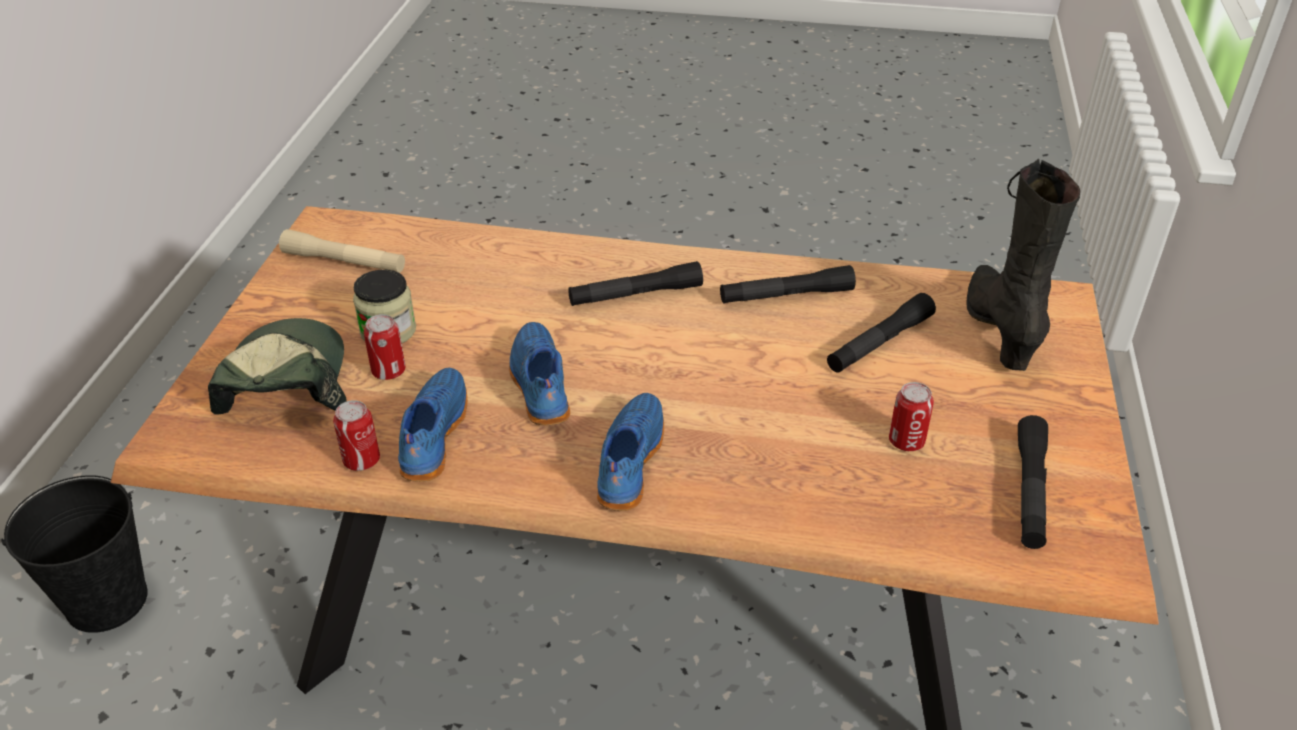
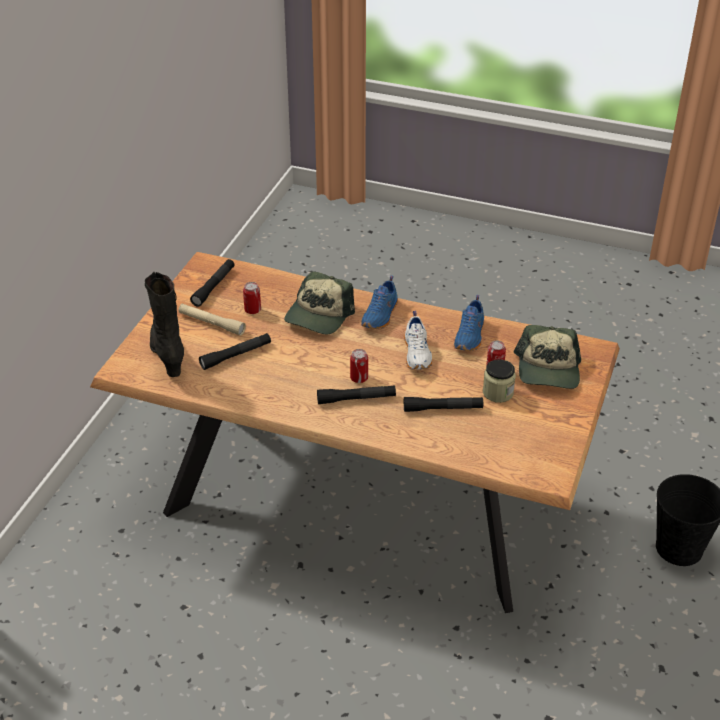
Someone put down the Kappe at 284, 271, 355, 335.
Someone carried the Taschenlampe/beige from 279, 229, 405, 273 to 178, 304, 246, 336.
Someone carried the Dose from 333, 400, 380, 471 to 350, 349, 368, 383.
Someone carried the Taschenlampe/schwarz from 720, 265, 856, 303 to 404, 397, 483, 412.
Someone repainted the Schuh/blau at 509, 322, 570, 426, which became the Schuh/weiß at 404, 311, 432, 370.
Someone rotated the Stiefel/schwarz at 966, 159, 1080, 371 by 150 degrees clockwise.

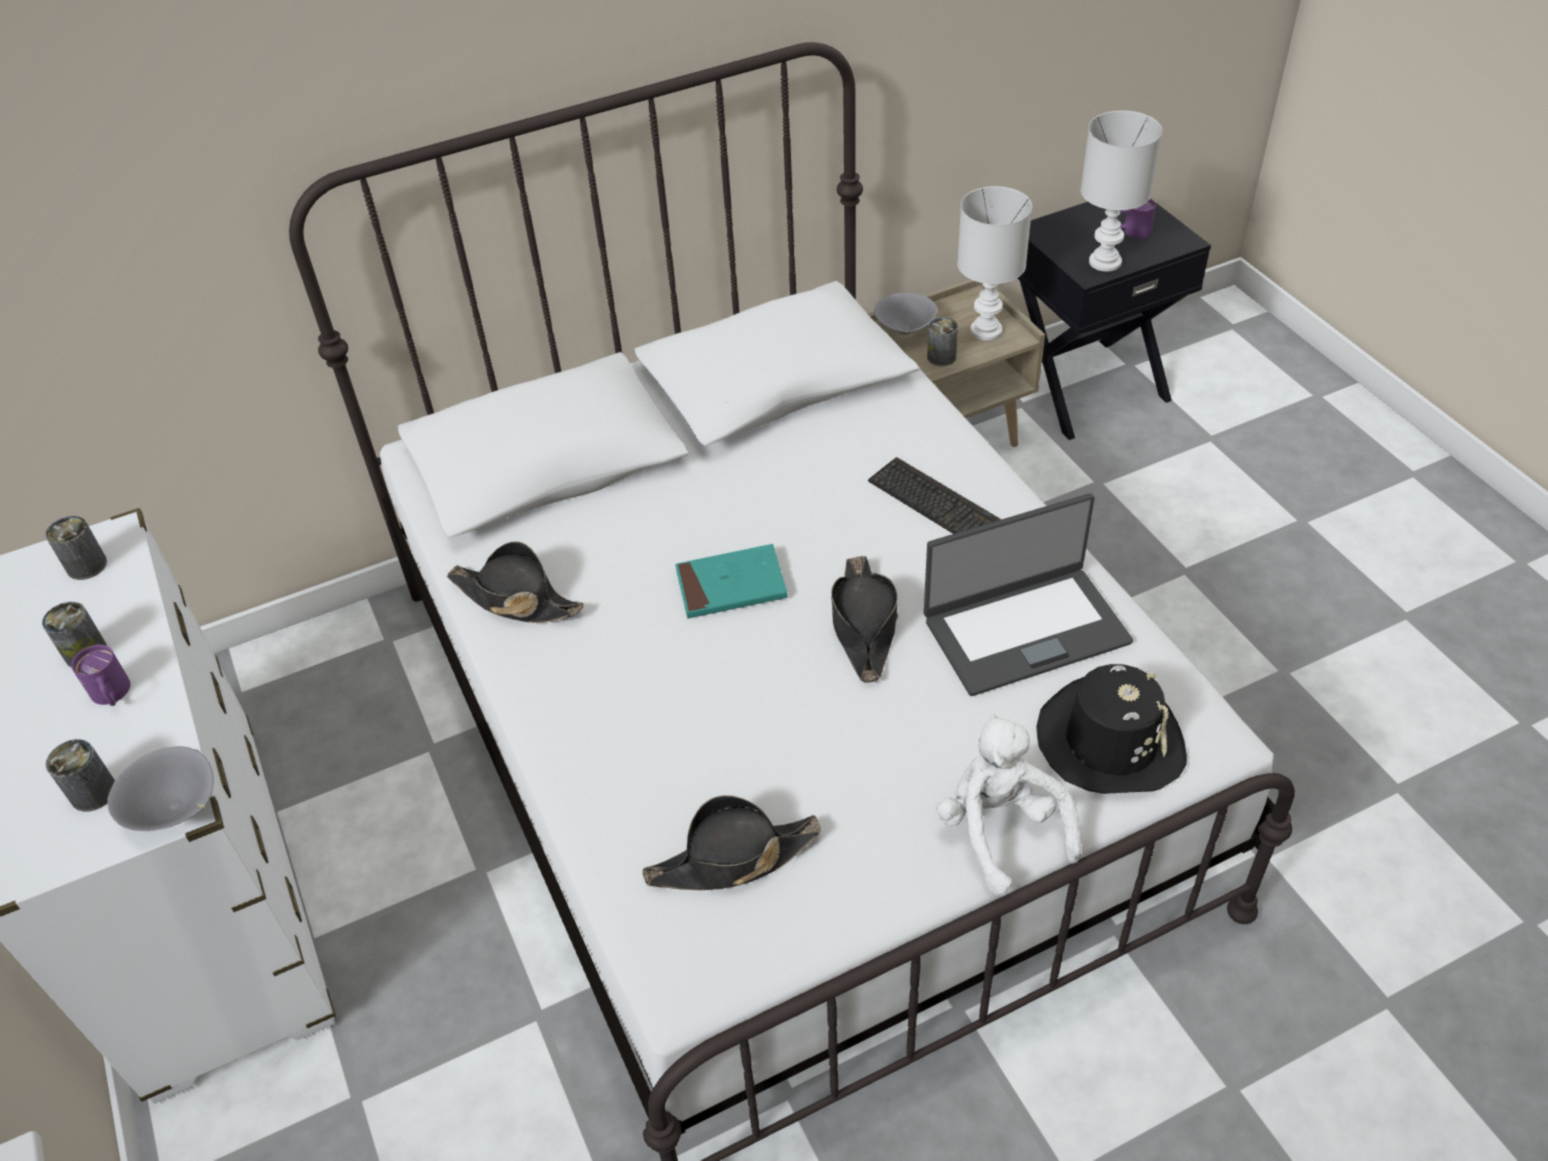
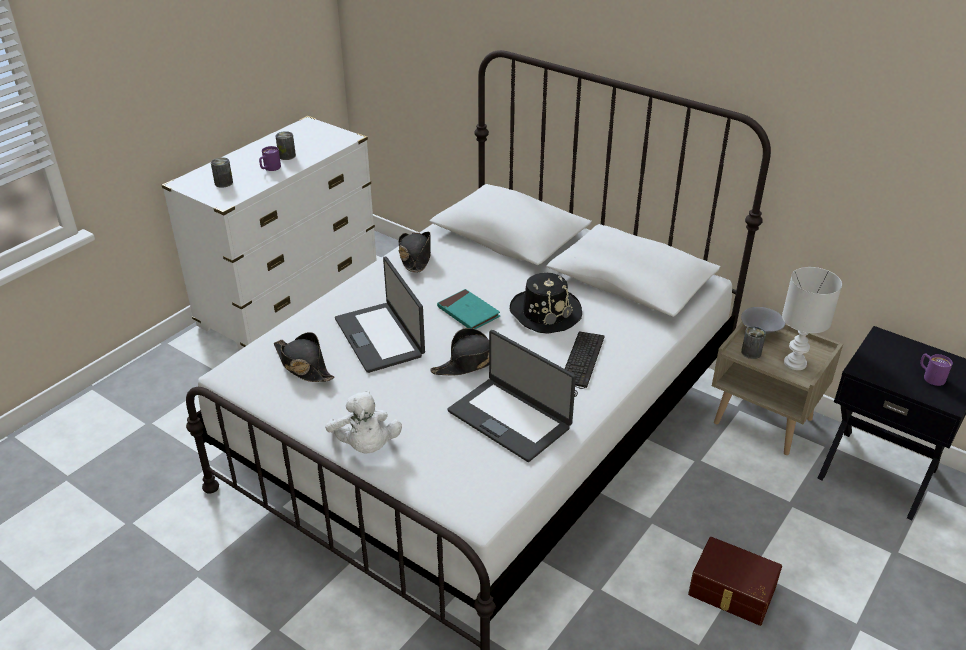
Someone took away the Dose at 45, 516, 107, 580.
Someone took away the Schüssel/grau at 108, 746, 214, 831.
Someone took away the Tischlampe/weiß at 1081, 111, 1162, 272.
Someone put down the Laptop at 335, 257, 425, 373.
Someone put down the Aufbewahrungsbox/braun at 688, 537, 782, 626.
Someone carried the Hut/schwarz from 1036, 664, 1187, 794 to 510, 273, 582, 334.
Someone rotated the Plüschtier/weiß at 936, 713, 1081, 895 by 120 degrees clockwise.

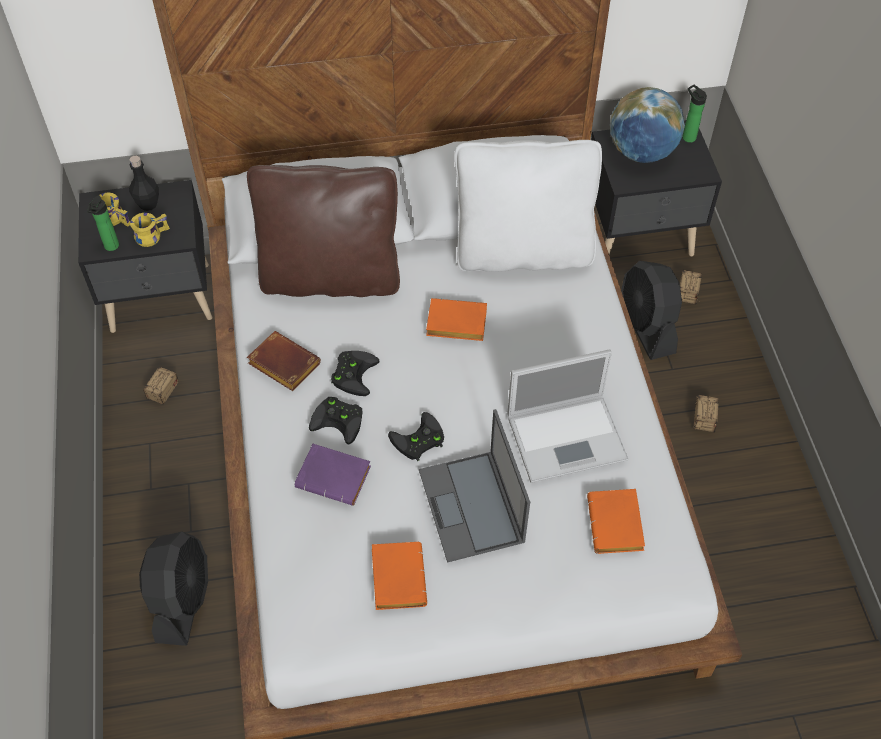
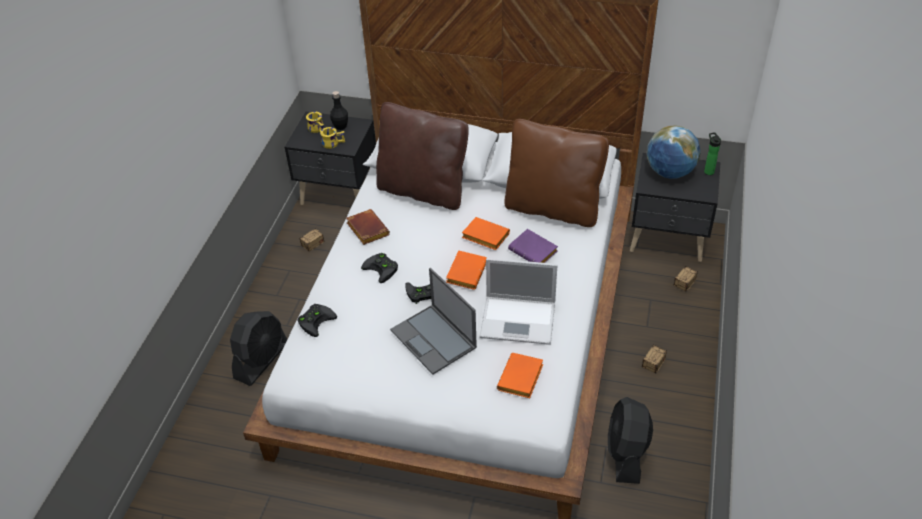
Someone took away the Flasche at 87, 195, 119, 251.
Someone carried the Buch/lila from 295, 444, 371, 506 to 508, 229, 558, 263.
Someone carried the Gamepad/schwarz from 331, 351, 379, 396 to 297, 304, 337, 337.
Someone carried the Buch/orange from 372, 542, 427, 610 to 446, 251, 486, 290.
Someone carried the Ventilator/schwarz from 621, 261, 682, 360 to 608, 397, 653, 484.
Someone repainted the Kissen/weiß at 455, 140, 602, 272, which became the Kissen/braun at 504, 119, 609, 227.
Someone rotated the Laptop at 419, 409, 530, 563 by 45 degrees counterclockwise.

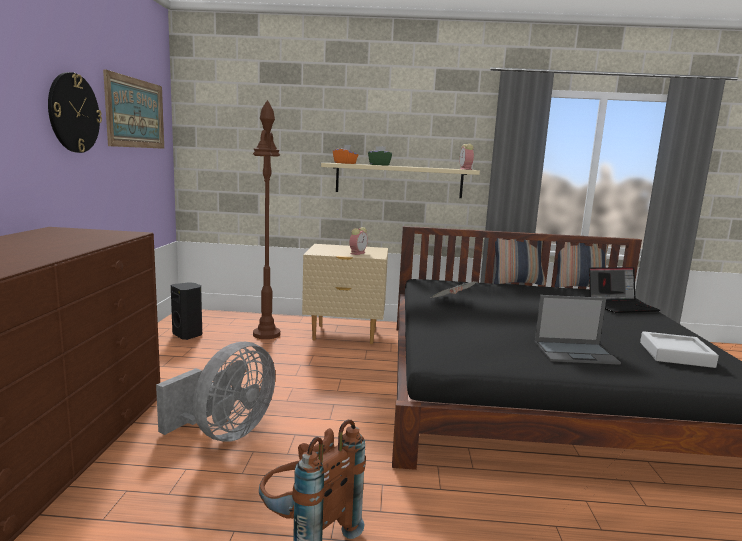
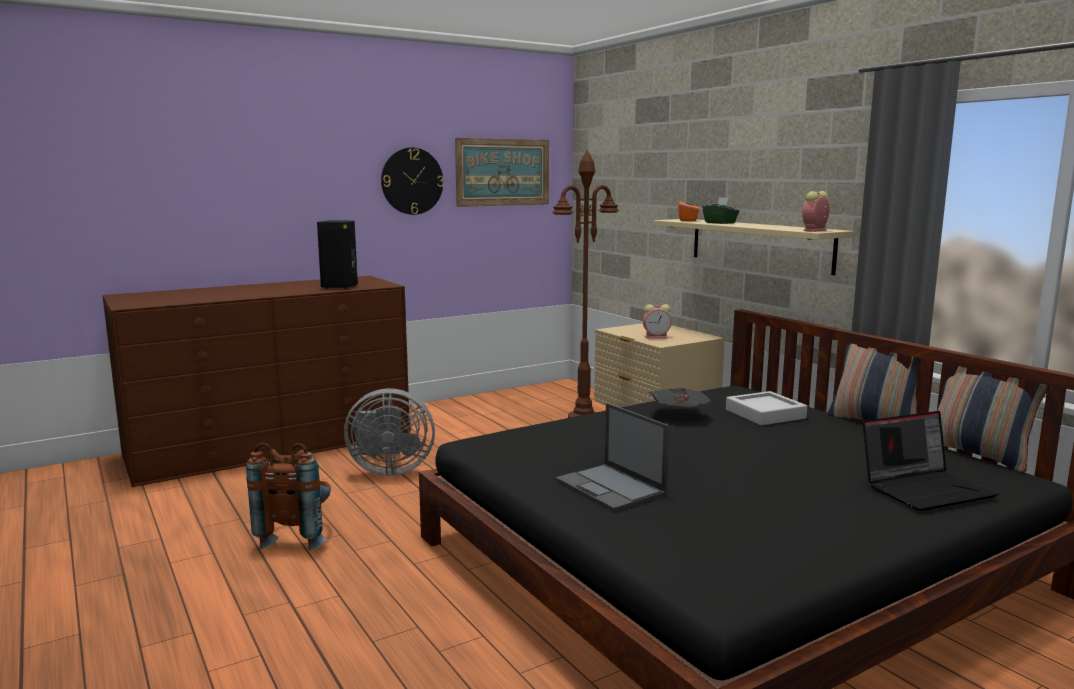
Someone carried the Lautsprecher/schwarz from 171, 282, 202, 340 to 317, 220, 358, 289.
Someone carried the Tablett/grau from 640, 331, 719, 368 to 726, 391, 807, 426.
Someone rotated the Laptop at 589, 267, 660, 313 by 60 degrees counterclockwise.

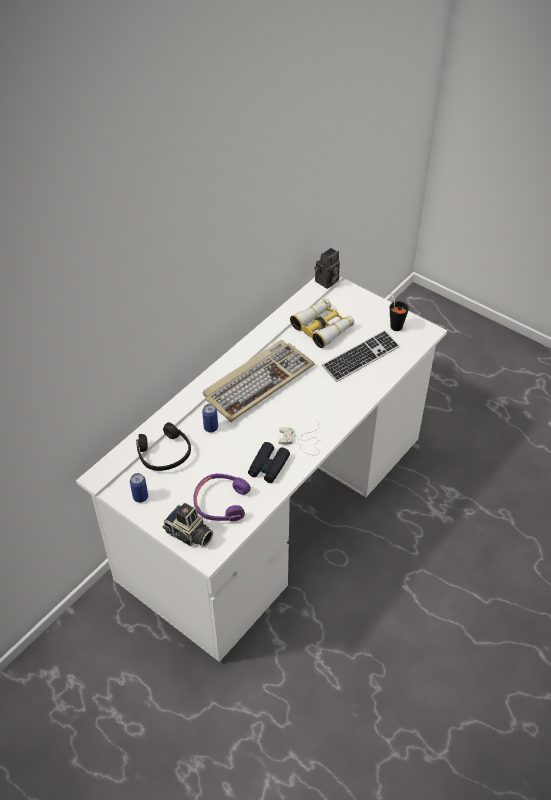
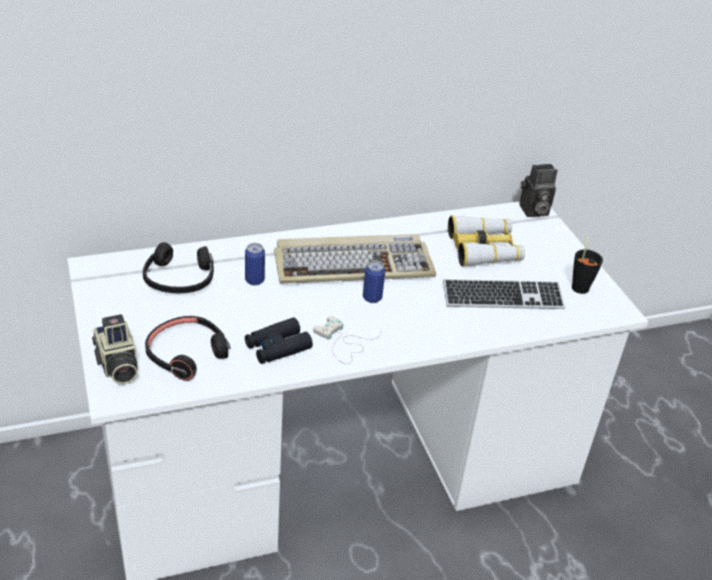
Someone carried the Dose from 130, 473, 148, 503 to 363, 260, 385, 303.
Someone repainted the Kopfhörer/lila at 193, 474, 251, 521, which became the Kopfhörer/schwarz at 145, 316, 230, 381.

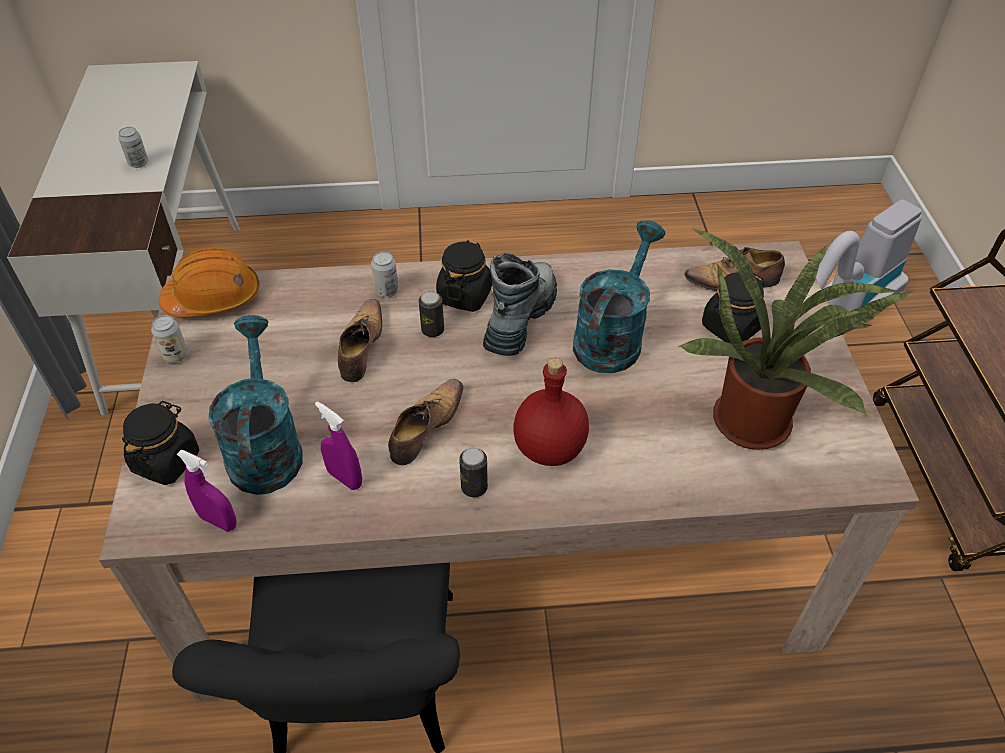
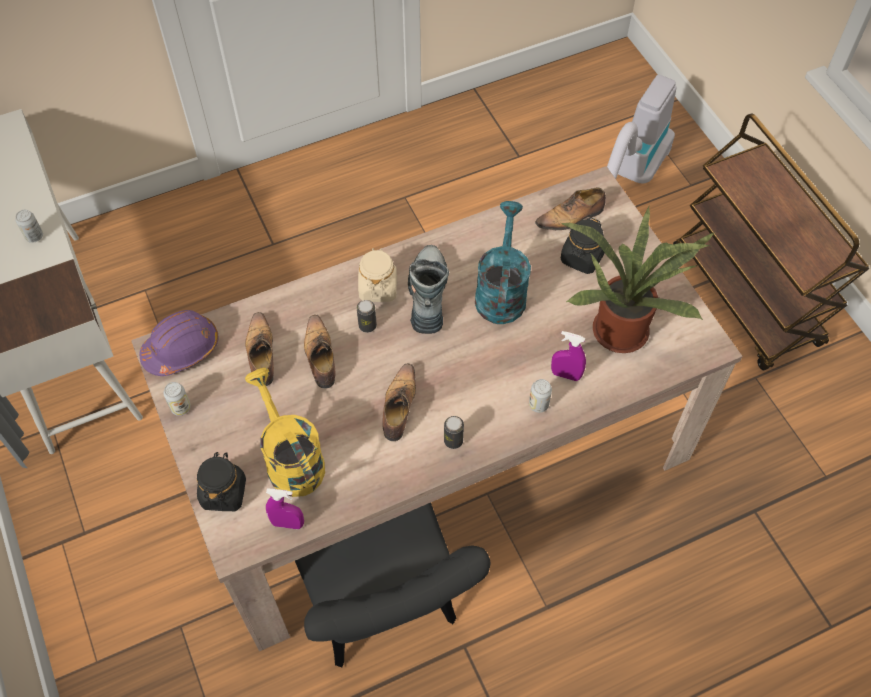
Someone took away the Flasche/rot at 513, 358, 589, 466.
Someone put down the Schuh at 245, 312, 274, 386.
Someone carried the Sprühflasche/lila from 315, 401, 362, 490 to 551, 331, 586, 381.
Someone carried the Dose from 371, 252, 399, 298 to 529, 379, 552, 413.
Someone repainted the Schutzhelm/orange at 159, 248, 259, 317, which became the Schutzhelm/lila at 140, 310, 218, 376.
Someone repainted the Gießkanne/türkis at 208, 315, 303, 495, which became the Gießkanne/gelb at 245, 368, 325, 497.
Someone repainted the Vorratsglas/schwarz at 436, 240, 492, 312, which became the Vorratsglas/beige at 358, 248, 397, 302.

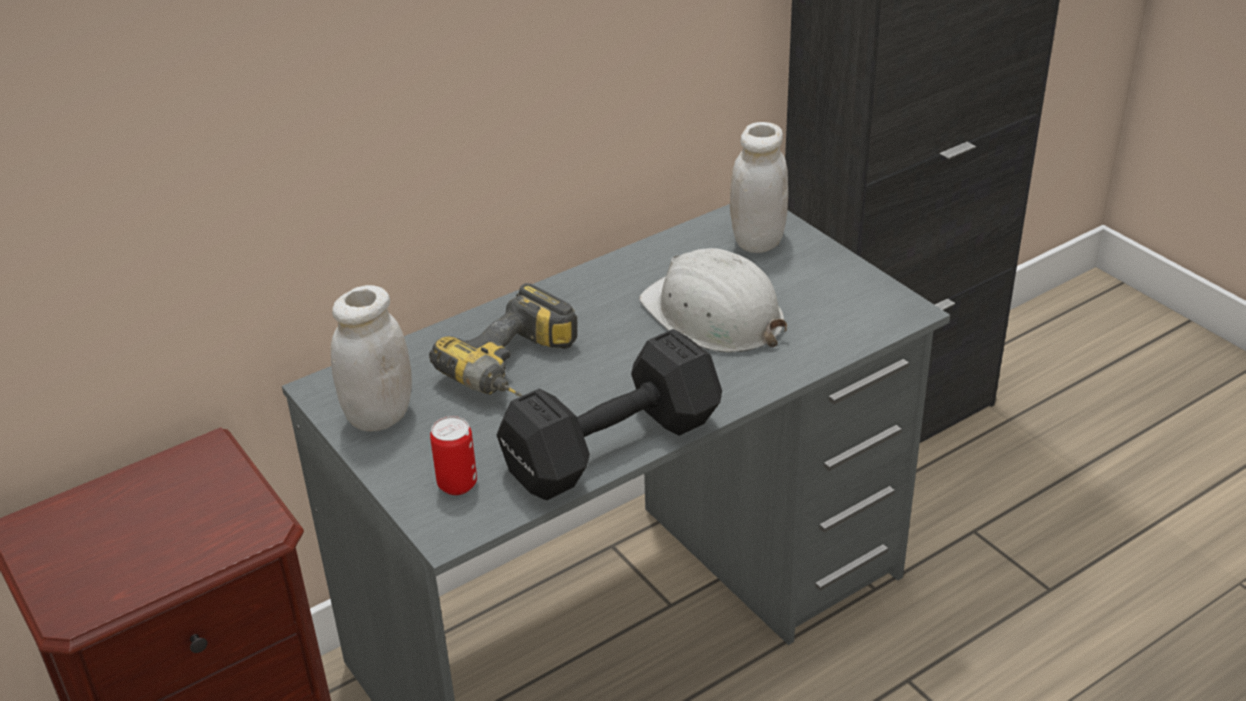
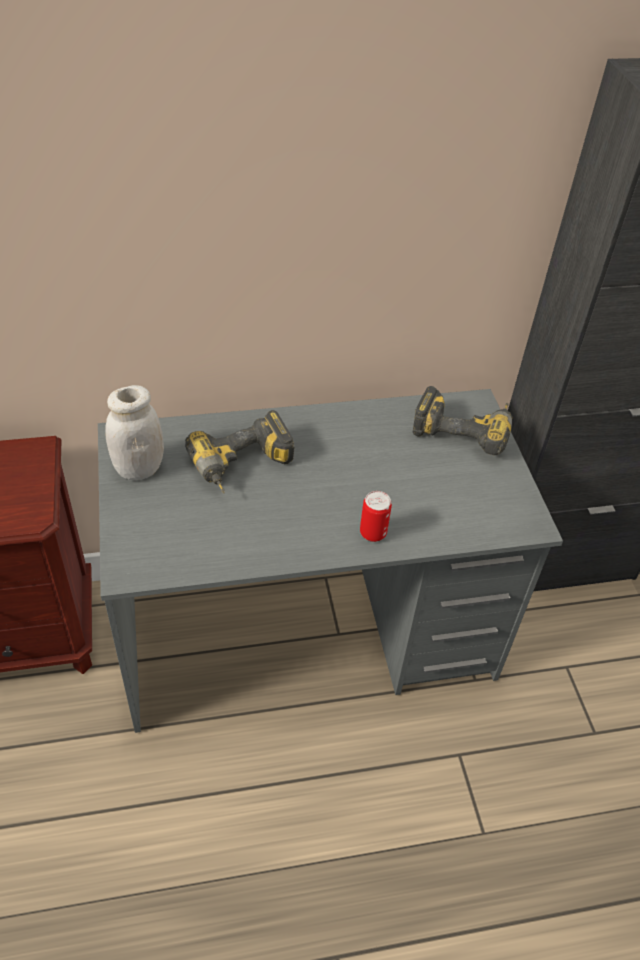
Someone took away the Hantel/schwarz at 497, 329, 722, 500.
Someone took away the Schutzhelm/weiß at 639, 248, 787, 353.
Someone carried the Dose from 430, 416, 477, 495 to 360, 491, 392, 542.
Someone swapped the Vorratsglas/weiß at 730, 122, 788, 253 for the Bohrmaschine at 413, 386, 512, 455.

